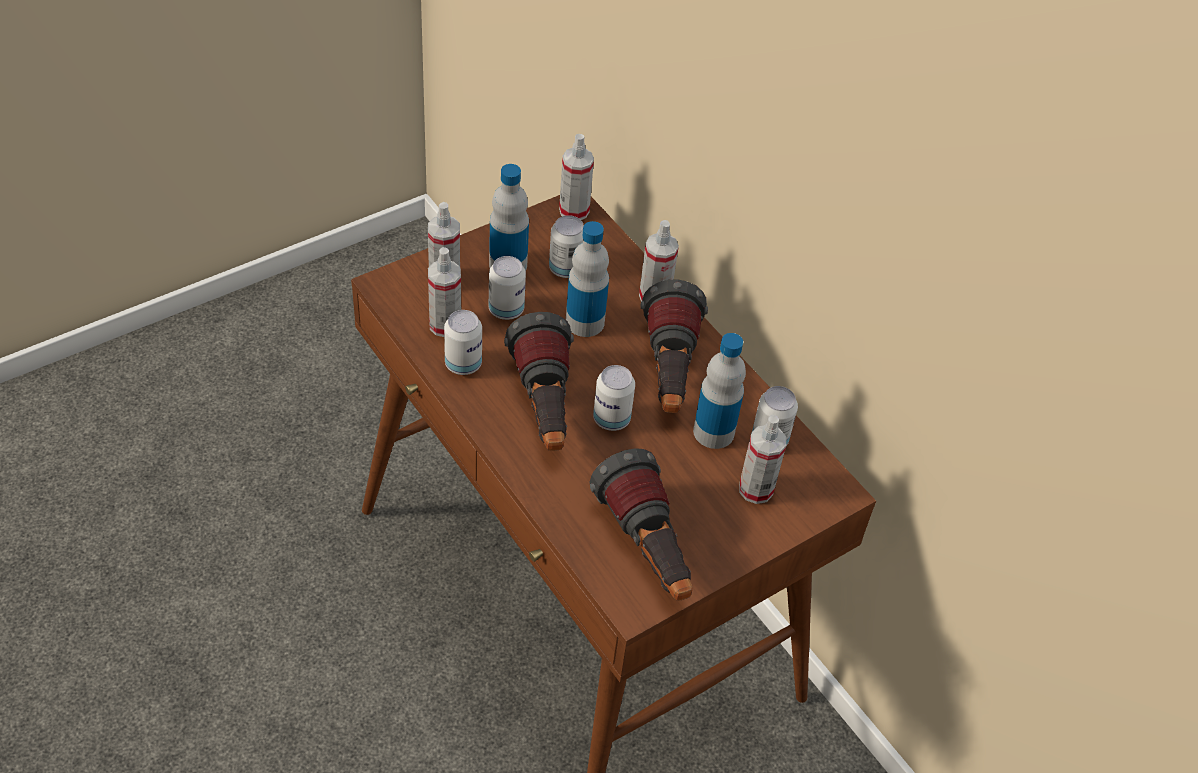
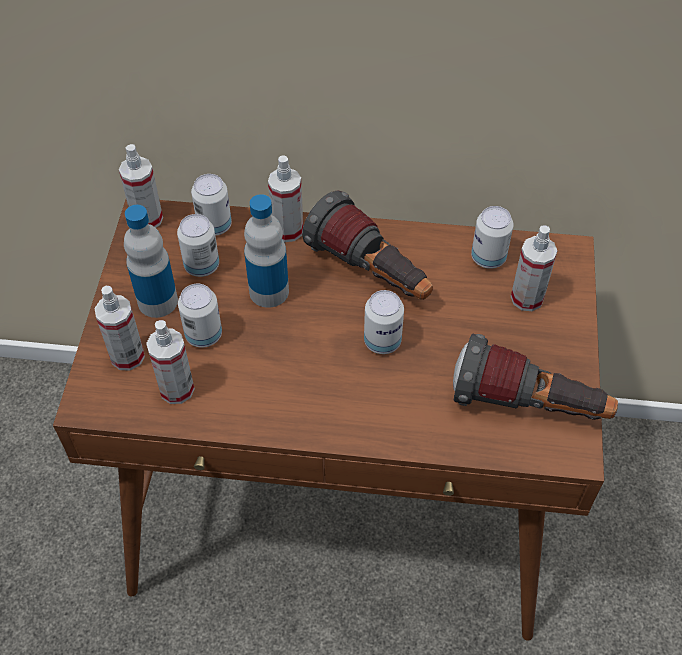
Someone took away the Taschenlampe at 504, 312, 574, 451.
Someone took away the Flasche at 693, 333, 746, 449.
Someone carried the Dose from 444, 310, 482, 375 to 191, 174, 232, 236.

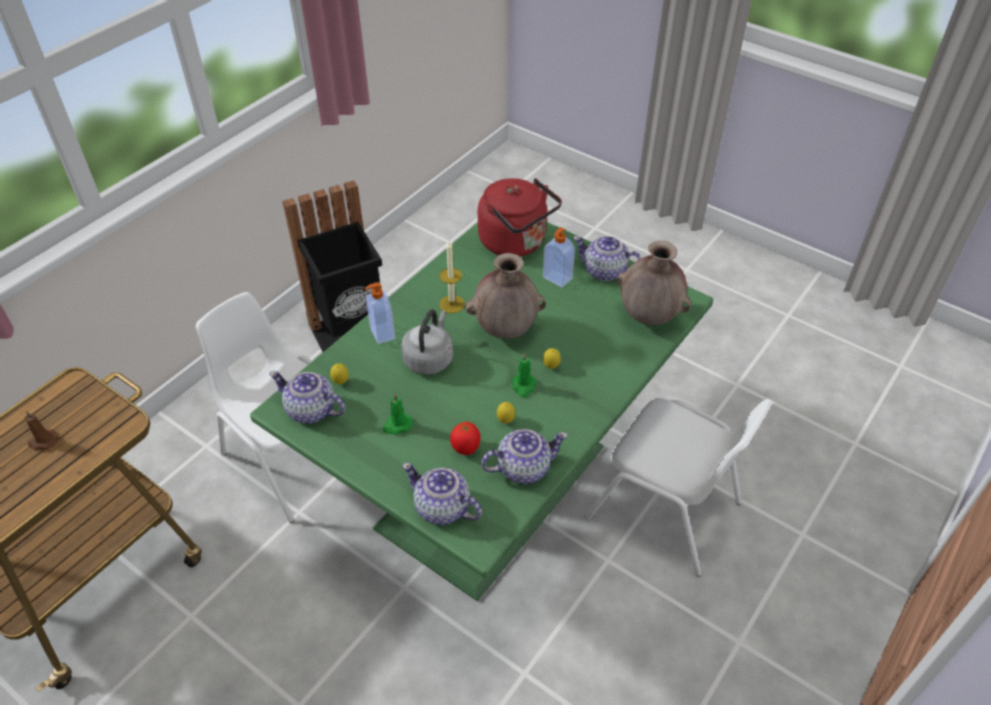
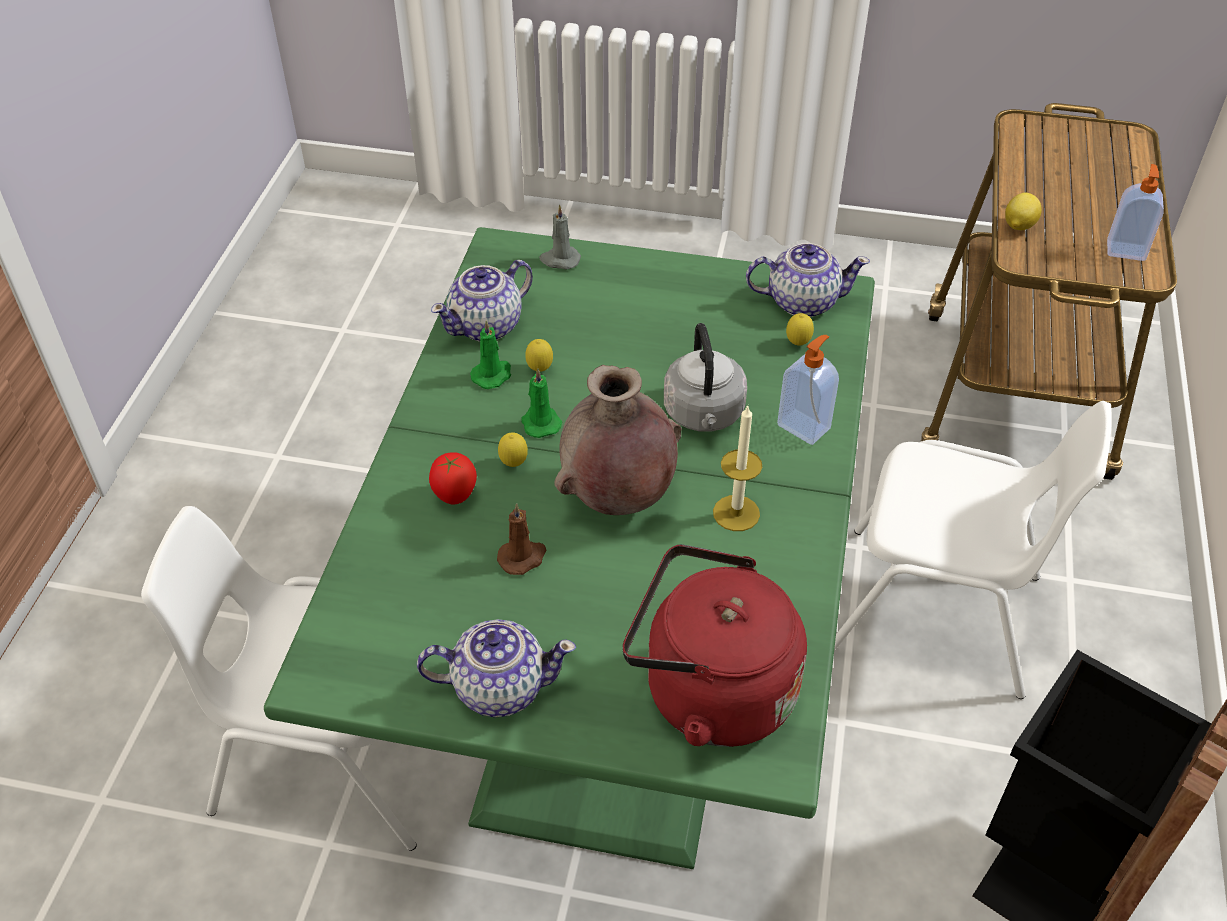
Someone took away the Vase/braun at 616, 241, 691, 325.
Someone put down the Zitrone at 1005, 192, 1042, 230.
Someone carried the Kerze/braun from 24, 411, 59, 451 to 497, 503, 546, 575.
Someone carried the Kerze/grün from 383, 393, 413, 435 to 470, 320, 511, 389.
Someone carried the Tomate from 450, 422, 481, 455 to 429, 452, 477, 505.
Someone carried the Seifenspender from 543, 227, 575, 288 to 1107, 164, 1164, 261.
Someone swapped the Teekanne at 402, 463, 482, 525 for the Kerze/grau at 539, 204, 581, 270.

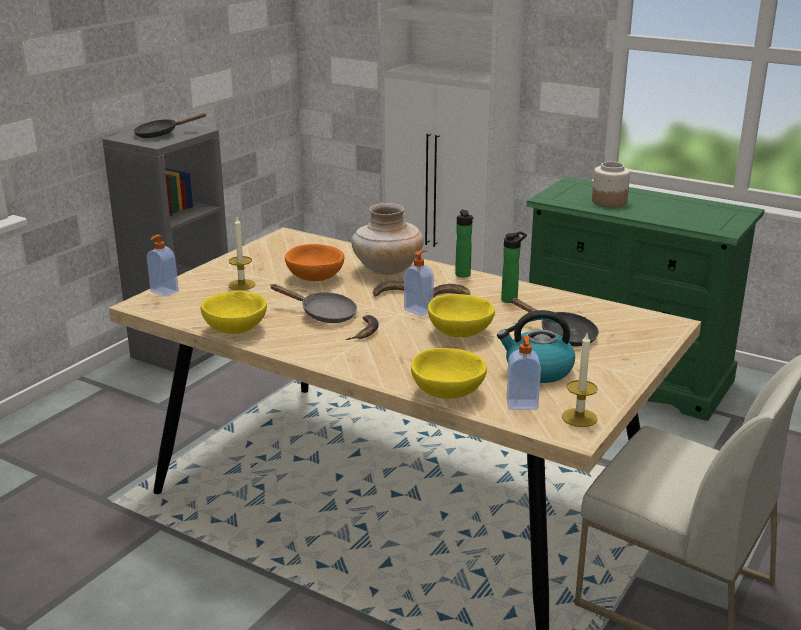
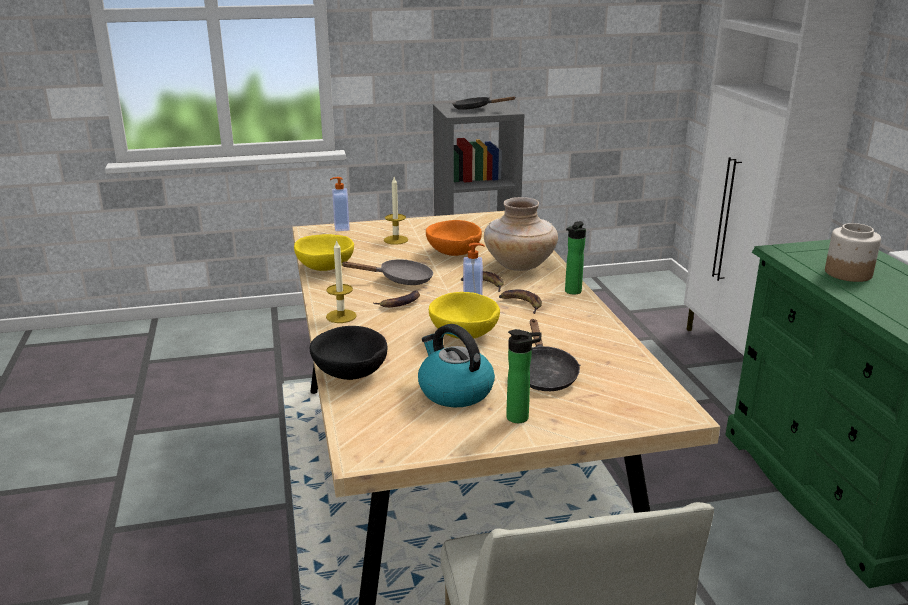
Someone took away the Seifenspender at 506, 336, 541, 410.
Someone carried the Flasche from 501, 231, 527, 303 to 506, 329, 542, 423.
Someone carried the Kerze from 562, 334, 598, 427 to 326, 239, 357, 323.
Someone repainted the Schüssel/gelb at 411, 348, 487, 399, which became the Schüssel/schwarz at 310, 326, 387, 380.
Someone rotated the Pfanne/grau at 271, 284, 357, 323 by 75 degrees counterclockwise.

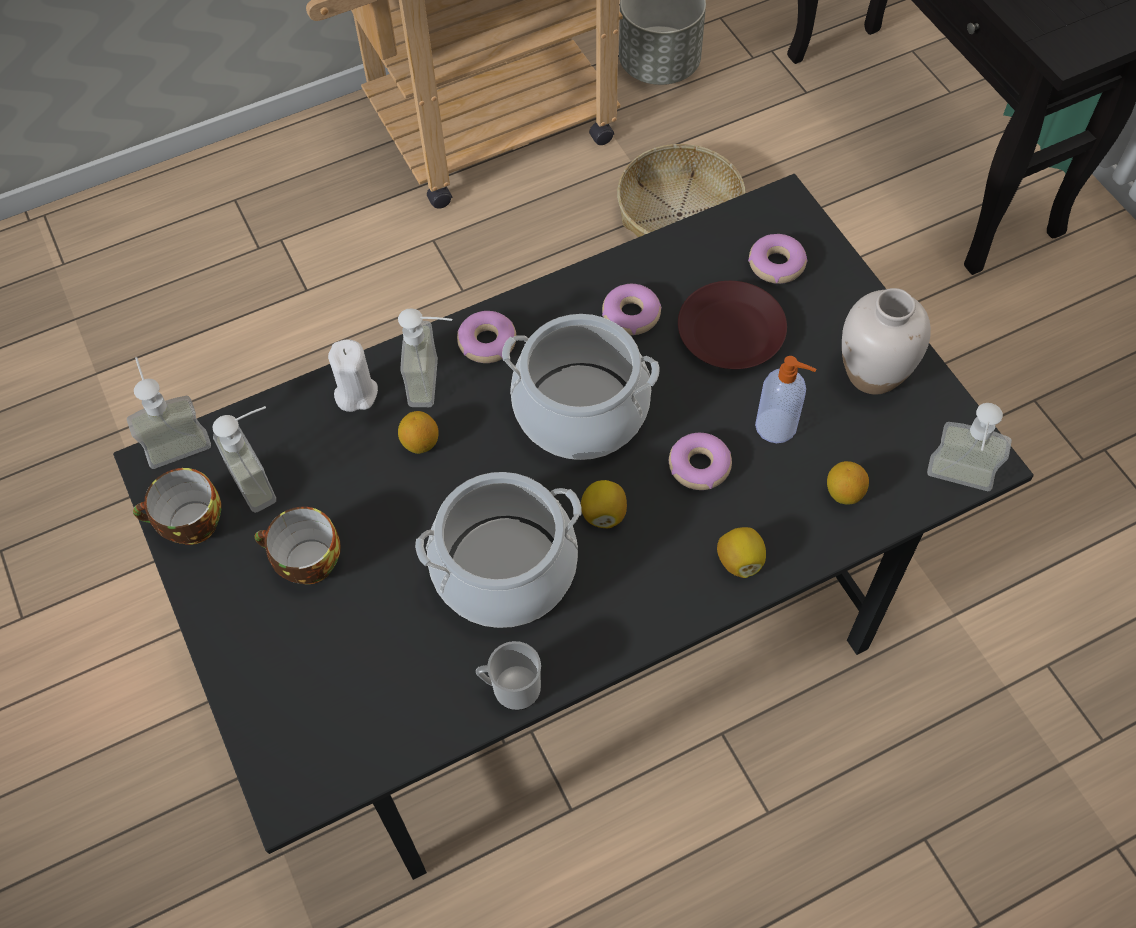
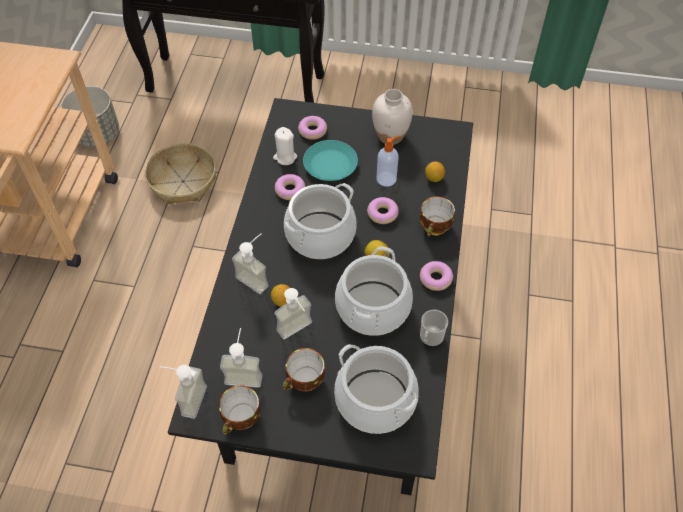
Someone put down the Kochtopf at 334, 344, 419, 434.
Someone carried the Kerze/weiß from 328, 339, 378, 412 to 273, 127, 297, 165.
Someone carried the Donut from 457, 311, 516, 363 to 420, 261, 454, 291.
Someone carried the Seifenspender from 927, 403, 1012, 491 to 274, 288, 312, 339.
Someone swapped the Zitrone at 717, 527, 766, 578 for the Tasse at 419, 197, 455, 236.
Someone repainted the Teller/braun at 678, 281, 787, 369, which became the Teller/türkis at 303, 140, 358, 181.

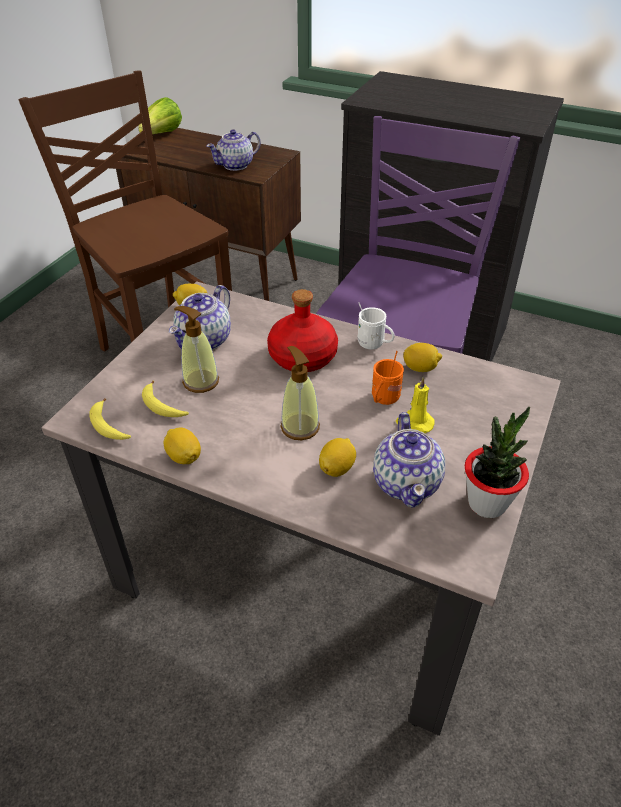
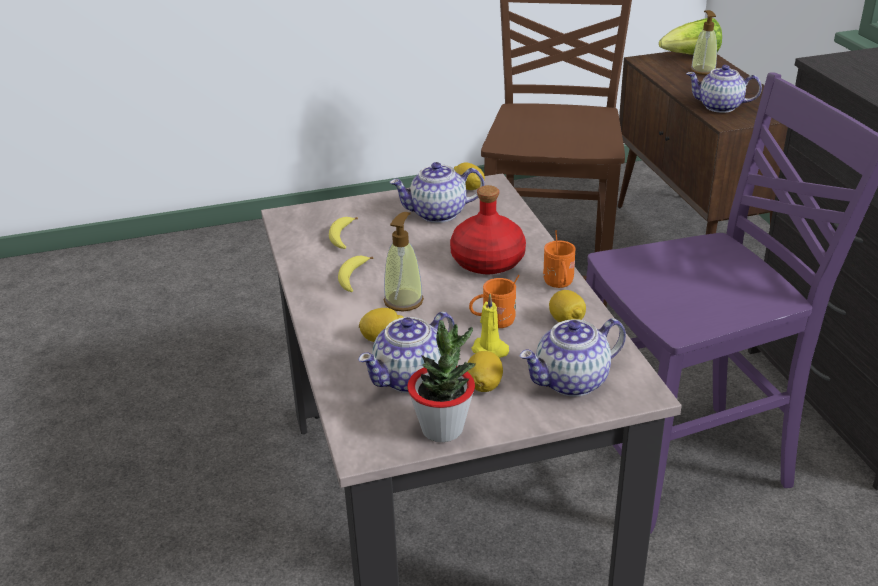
Someone put down the Teekanne at 519, 318, 626, 397.
Someone carried the Banane from 89, 398, 131, 440 to 338, 256, 373, 292.
Someone carried the Zitrone from 163, 428, 201, 464 to 467, 351, 503, 392.
Someone carried the Seifenspender from 174, 306, 219, 393 to 690, 10, 717, 75.
Someone repainted the Henkelbecher/weiß at 358, 303, 395, 350, which became the Henkelbecher/orange at 543, 230, 576, 288.

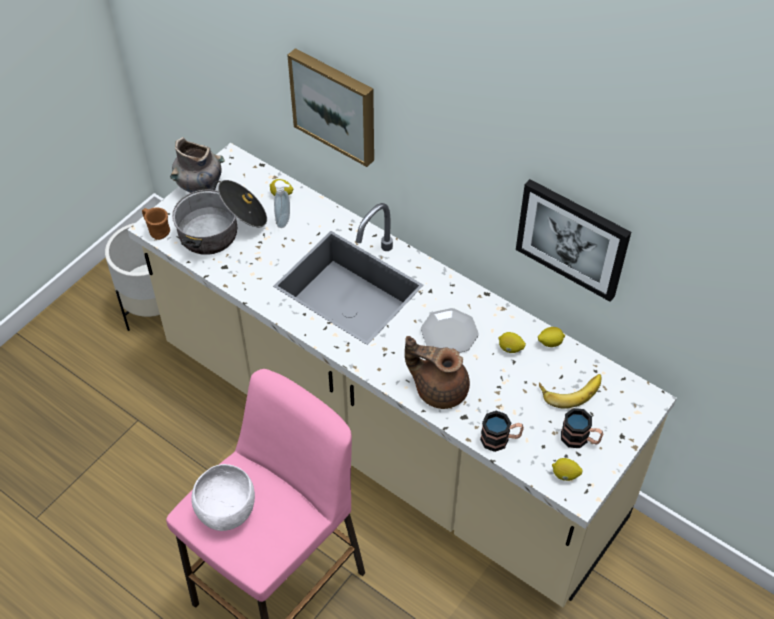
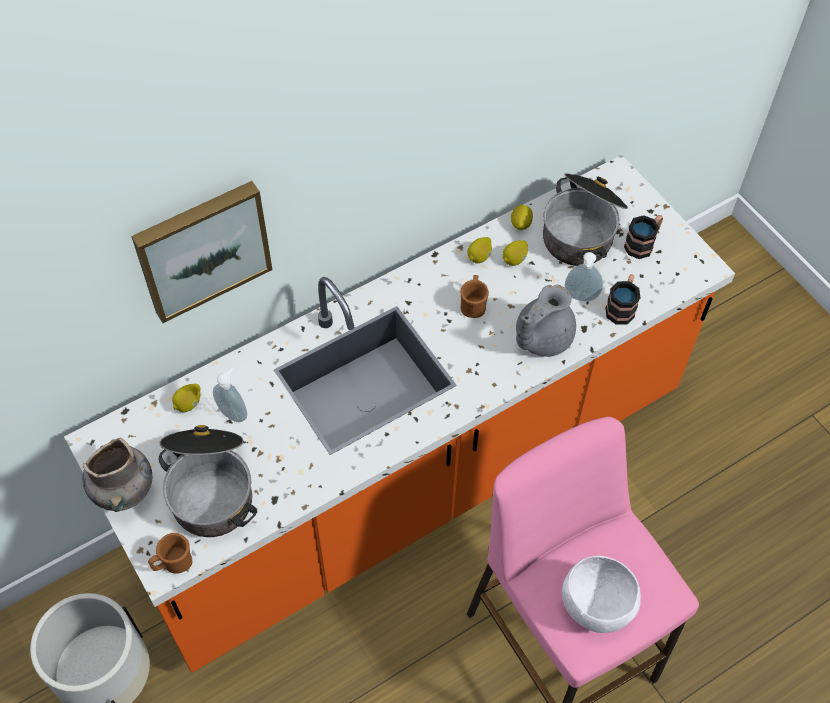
Someone took away the Bild at 516, 179, 631, 302.
Someone put down the Seifenspender at 565, 252, 603, 301.
Someone carried the Zitrone from 552, 458, 583, 481 to 467, 237, 492, 263.
Someone swapped the Teller at 421, 308, 479, 353 for the Henkelbecher/braun at 460, 275, 489, 318.
Someone swapped the Banane at 539, 374, 602, 409 for the Kochtopf at 543, 173, 628, 266.
Someone repainted the Küchenzeile/beige at 128, 143, 677, 607, which became the Küchenzeile/orange at 64, 155, 735, 673.
Someone repainted the Teekanne/braun at 405, 336, 470, 409, which became the Teekanne/grau at 516, 285, 576, 357.

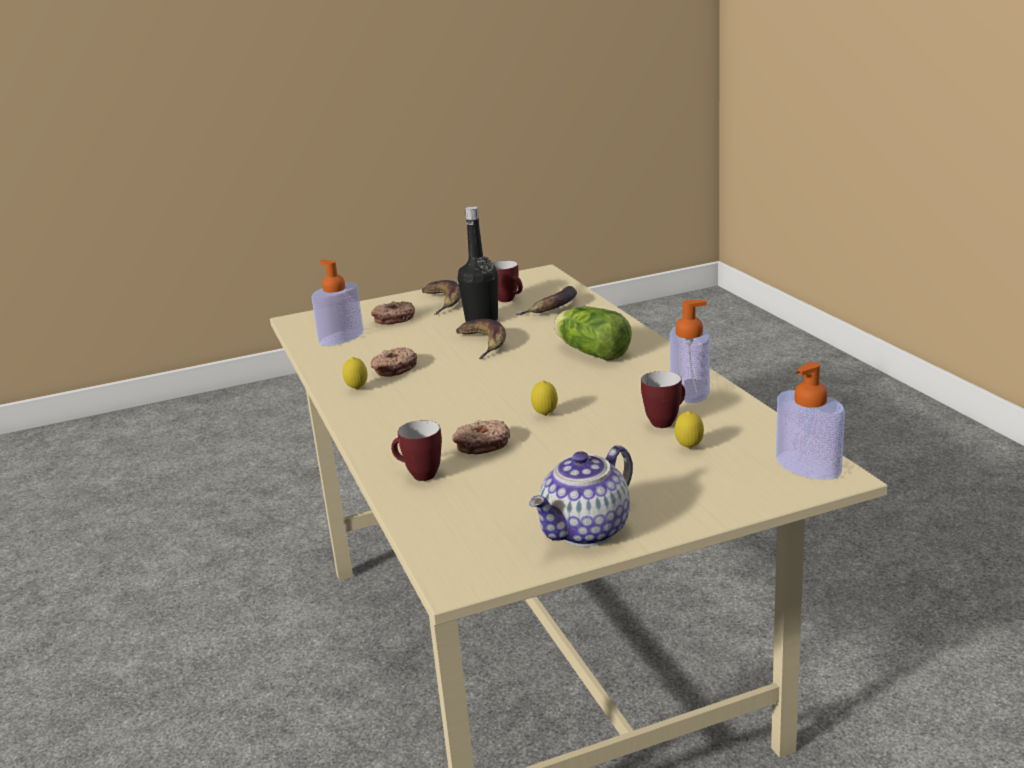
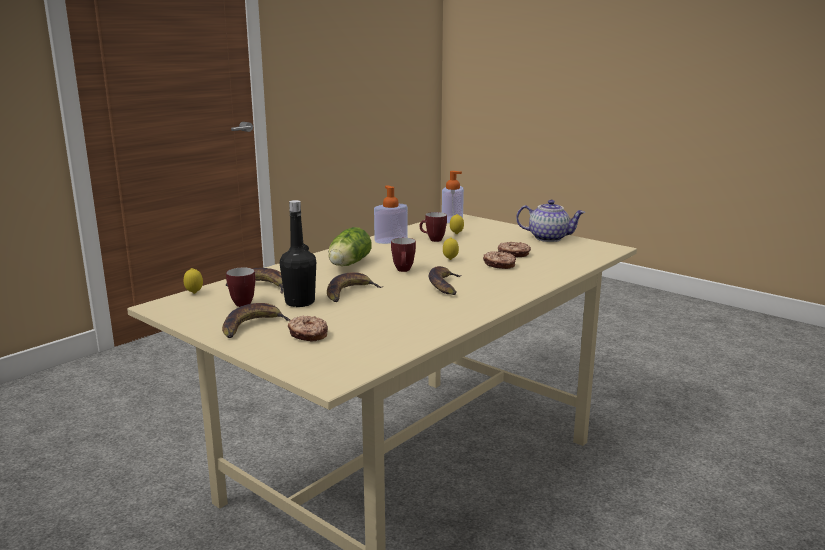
Someone took away the Seifenspender at 311, 260, 364, 346.
Someone put down the Banane at 429, 266, 461, 295.
Someone carried the Zitrone from 343, 357, 367, 390 to 184, 268, 203, 294.
Someone carried the Donut from 371, 347, 417, 377 to 498, 242, 531, 257.
Someone carried the Henkelbecher from 391, 420, 442, 481 to 391, 238, 416, 272.

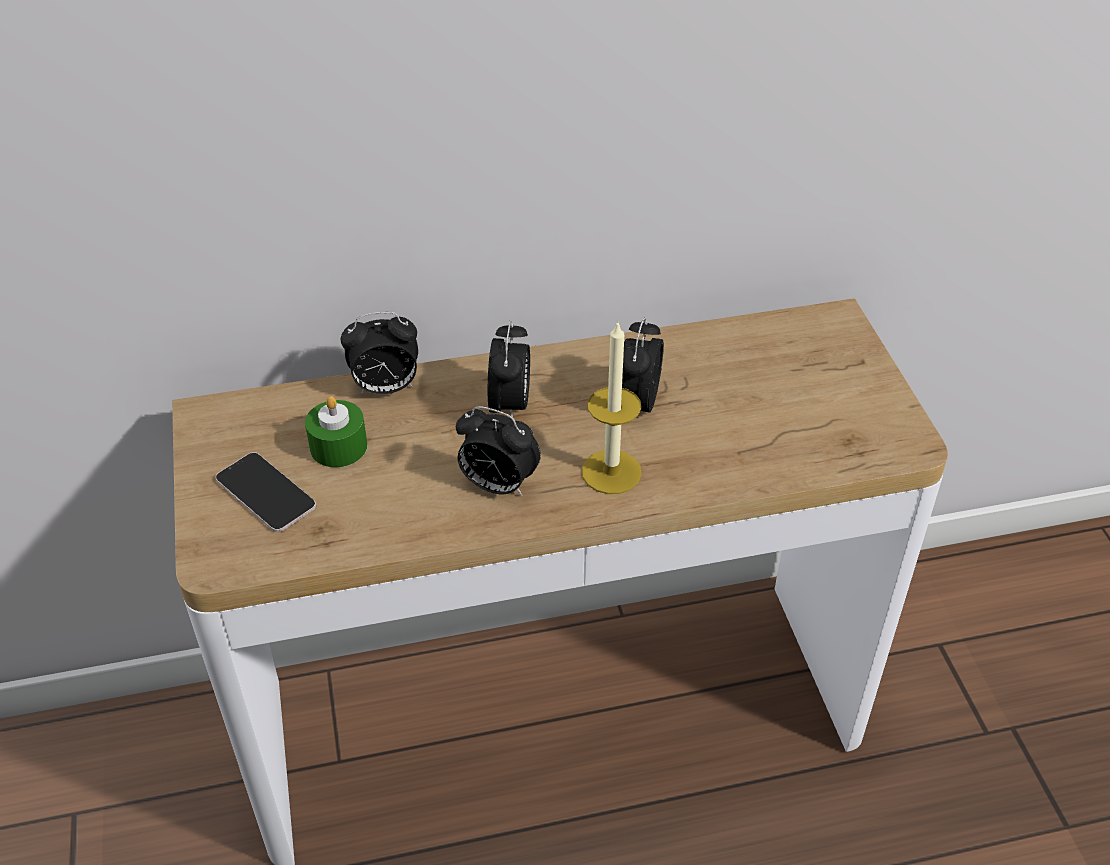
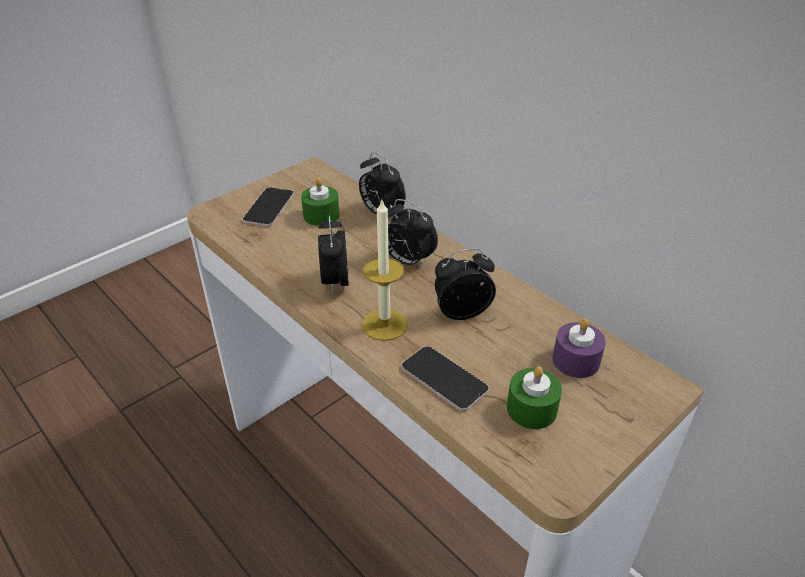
Someone put down the Handy at 401, 346, 489, 411.
Someone put down the Kerze/grün at 507, 366, 562, 429.
Someone put down the Kerze/lila at 552, 318, 606, 378.
Someone rotated the Wecker at 487, 320, 530, 417 by 60 degrees clockwise.

